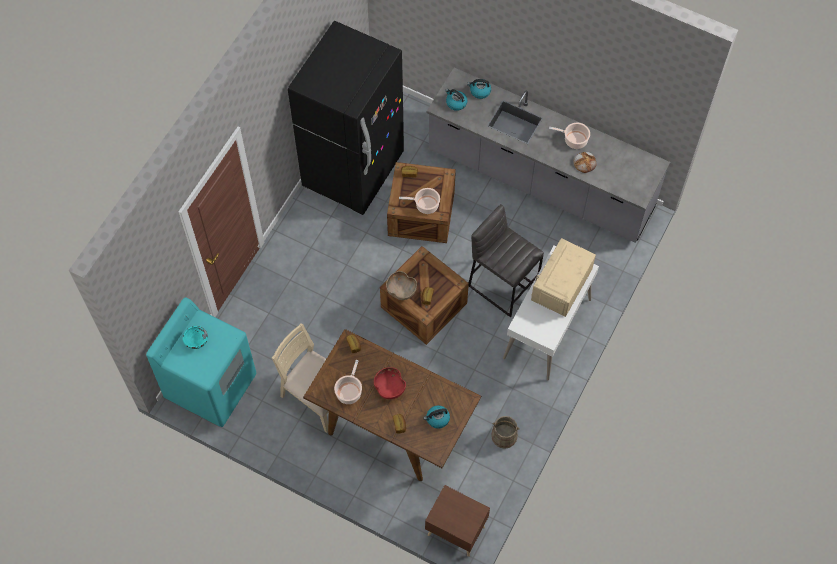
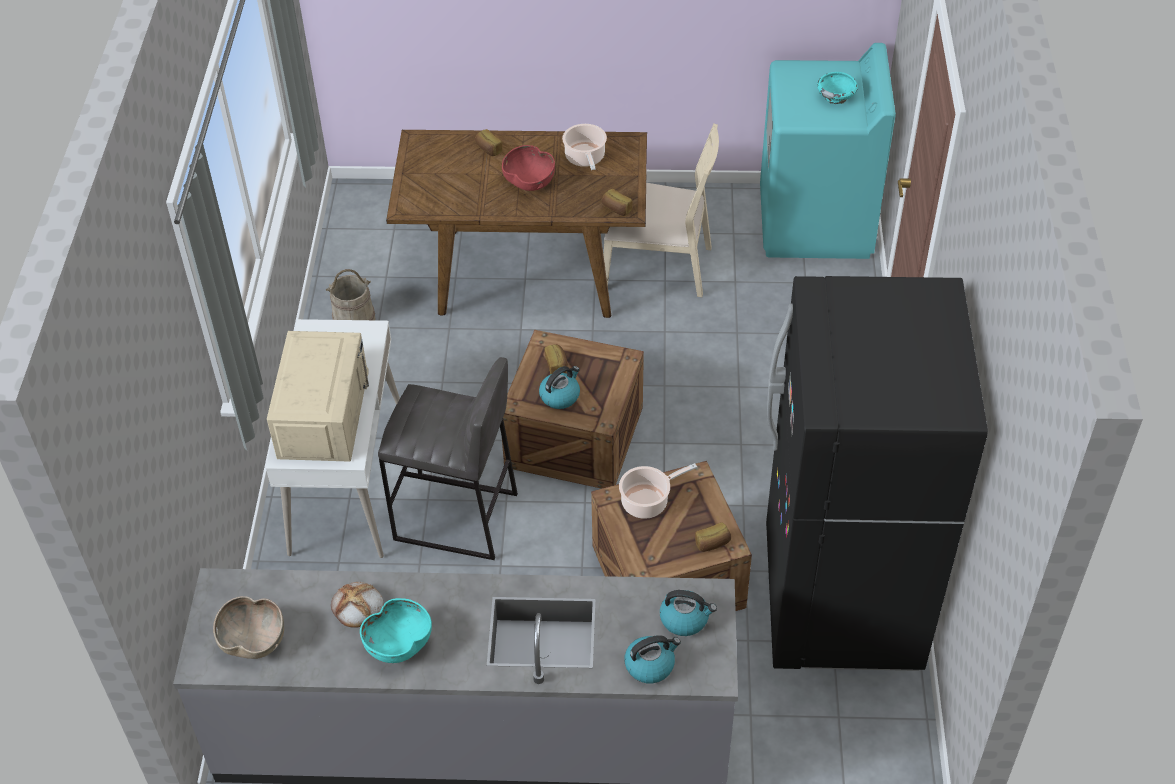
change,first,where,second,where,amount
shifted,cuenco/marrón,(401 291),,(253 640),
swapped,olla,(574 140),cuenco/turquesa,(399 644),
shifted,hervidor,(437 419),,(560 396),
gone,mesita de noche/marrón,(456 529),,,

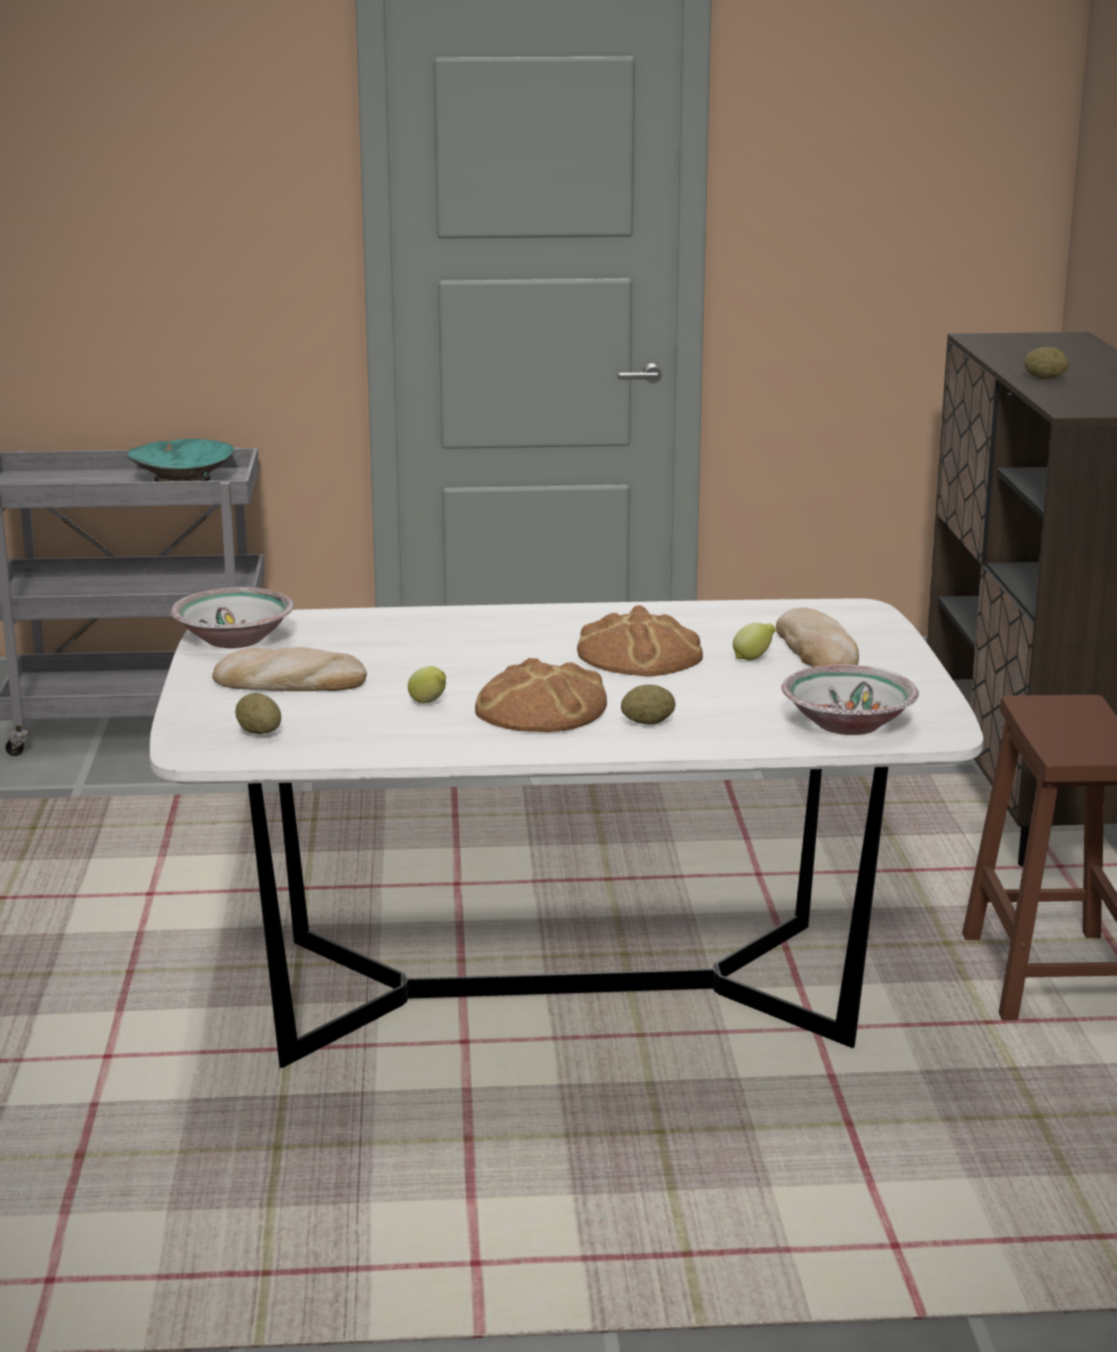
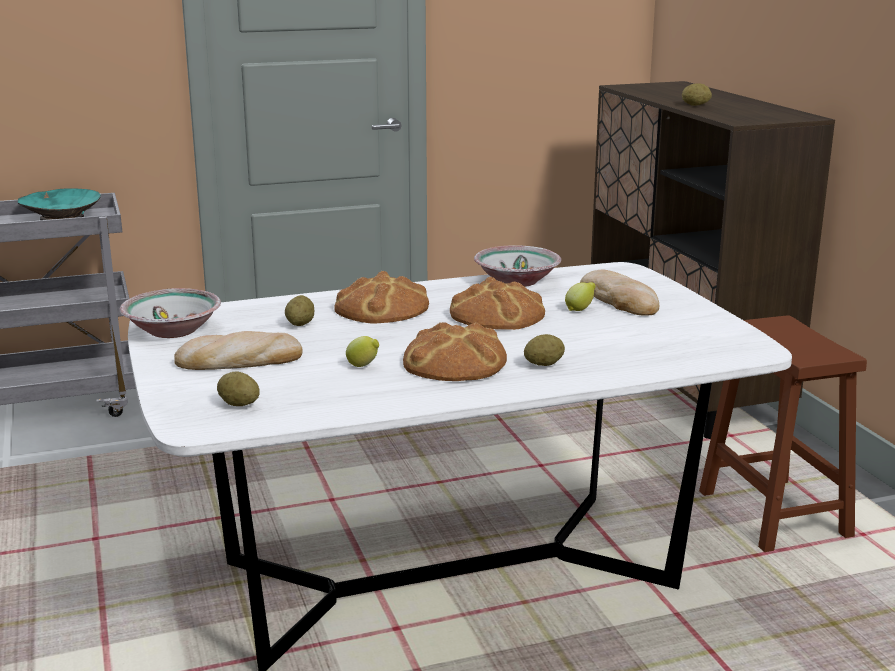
change,first,where,second,where,amount
new,,,patata,(300 324),
new,,,pan,(381 308),
shifted,cuenco,(847 724),,(516 281),

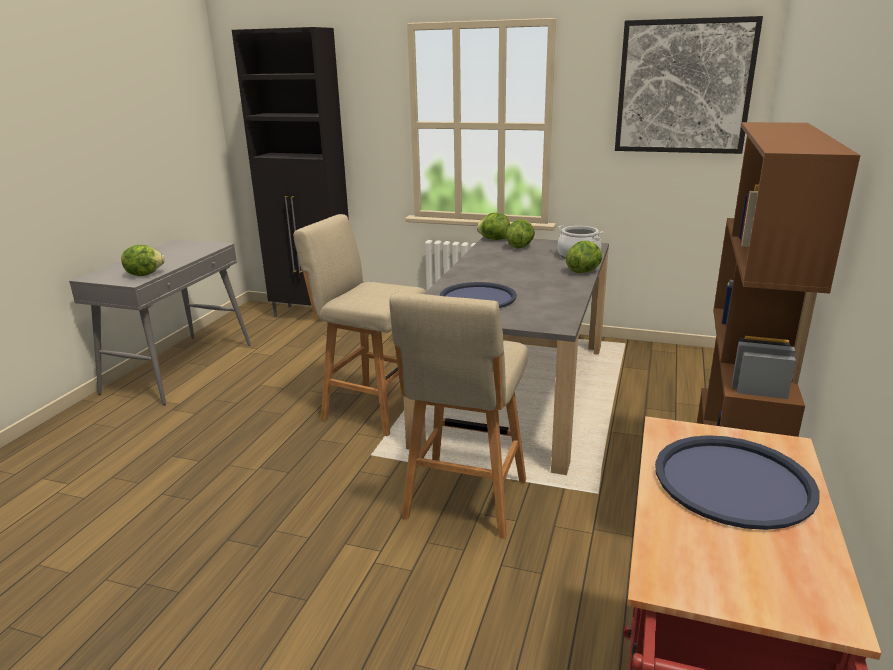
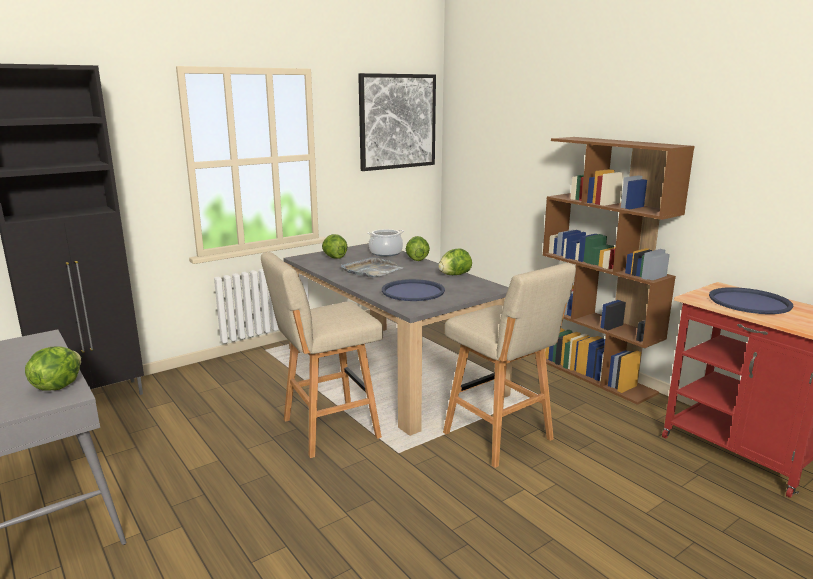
change,first,where,second,where,amount
new,,,bandeja/gris,(371 270),
shifted,lechuga,(494 239),,(454 275),

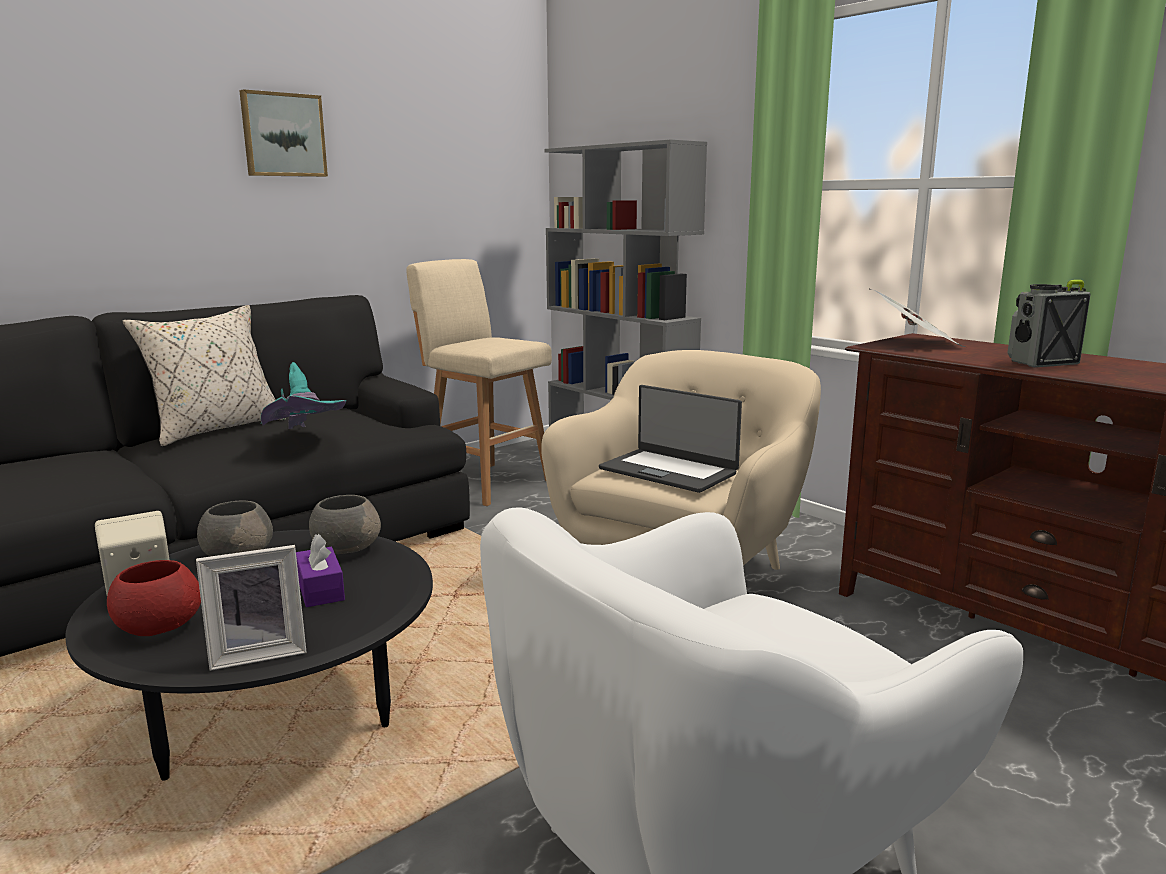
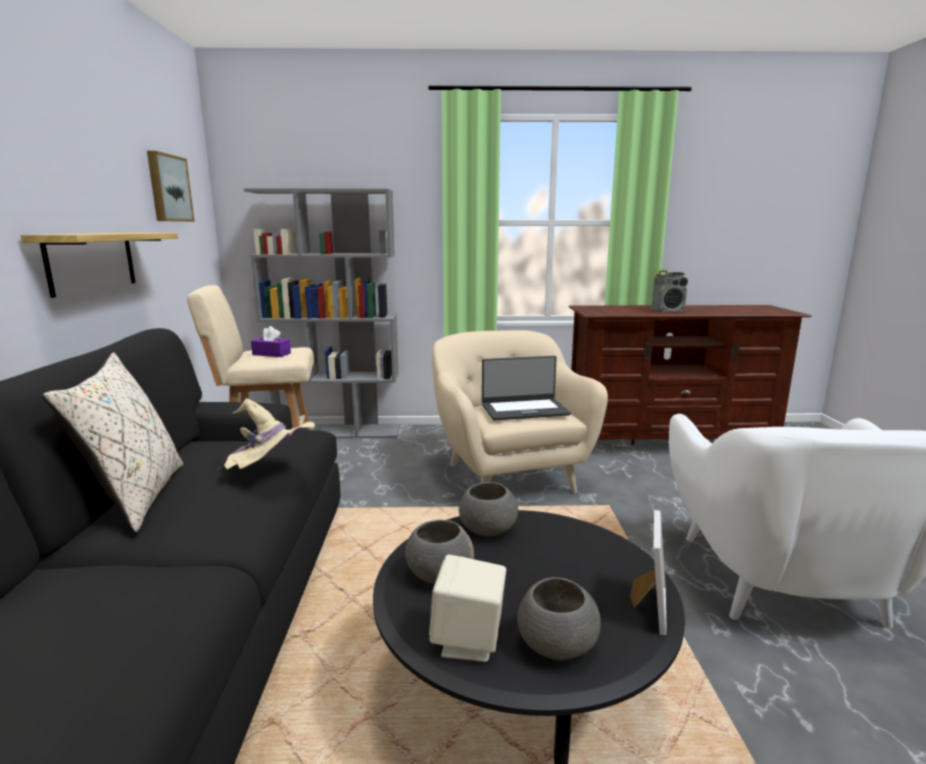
change,first,where,second,where,amount
new,,,estante,(92 261),
shifted,cuadro,(283 135),,(168 188),
repainted,sombrero/turquesa,(304 441),sombrero/beis,(270 472),
shifted,caja de pañuelos/morado,(320 589),,(271 354),
repainted,cuenco/rojo,(158 627),cuenco/gris,(555 645),
rotated,radio,(1041 363),,(668 311),120 degrees counterclockwise
gone,periódico,(915 343),,,

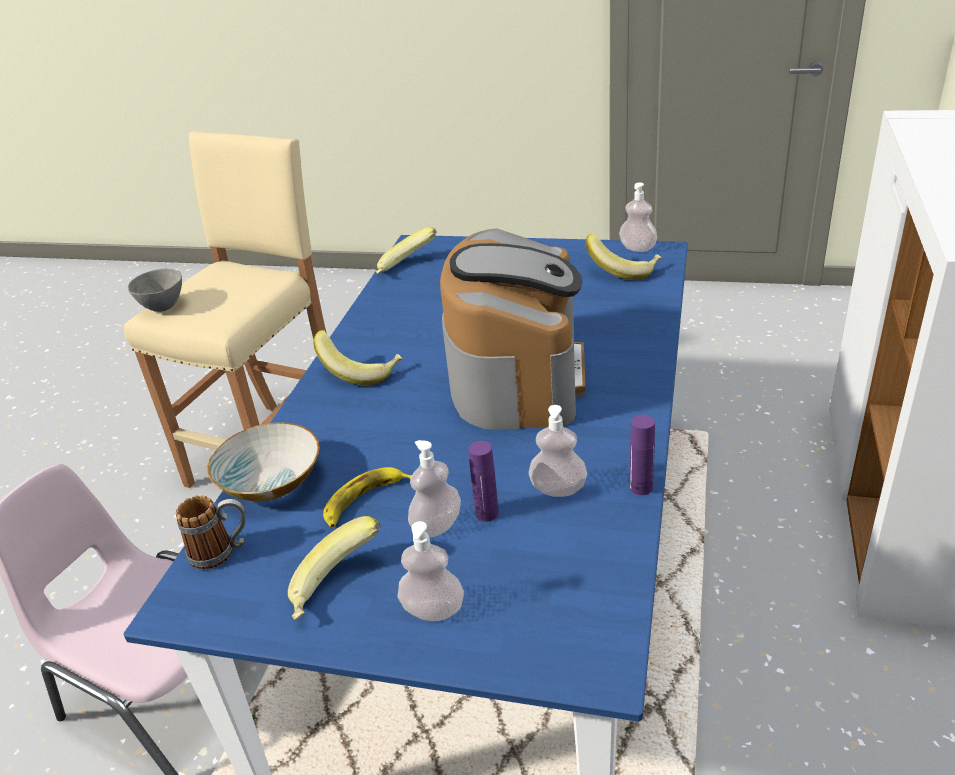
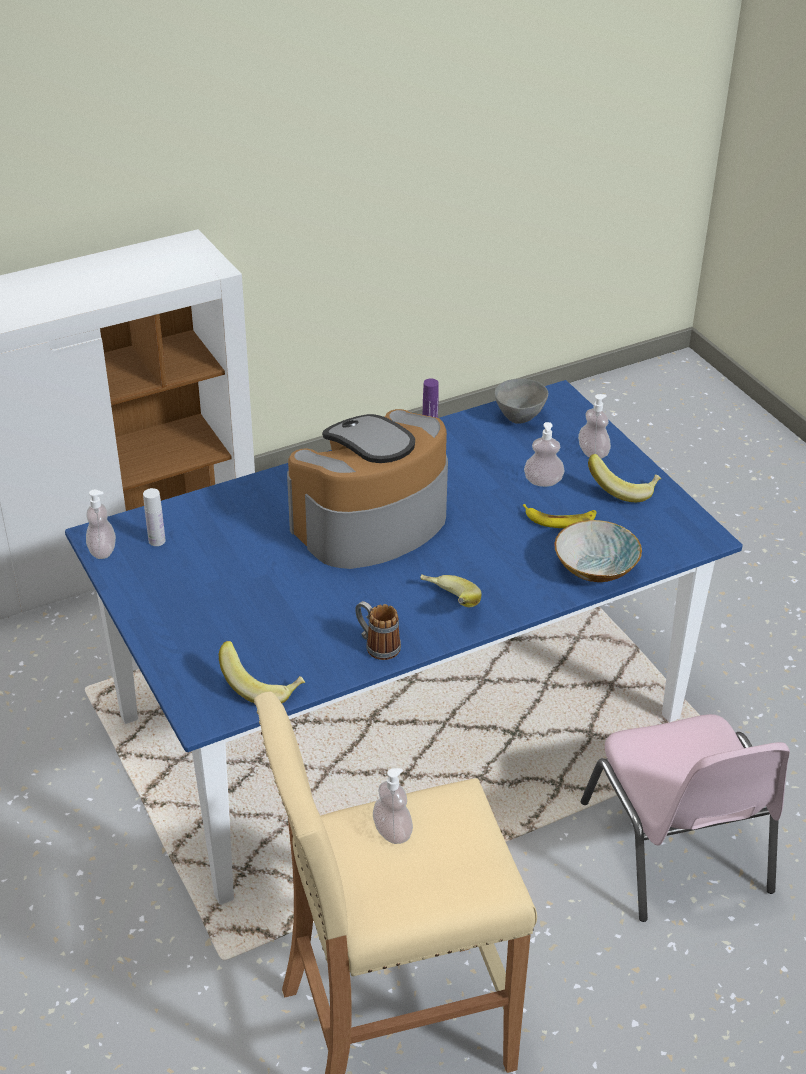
change,first,where,second,where,amount
swapped,plátano,(623 271),botella/blanco,(157 541),
shifted,taza grande,(222 552),,(377 645),
shifted,dispensador de jabón,(558 489),,(392 832),
shifted,cuenco/gris,(163 307),,(519 417),
gone,botella/morado,(487 513),,,

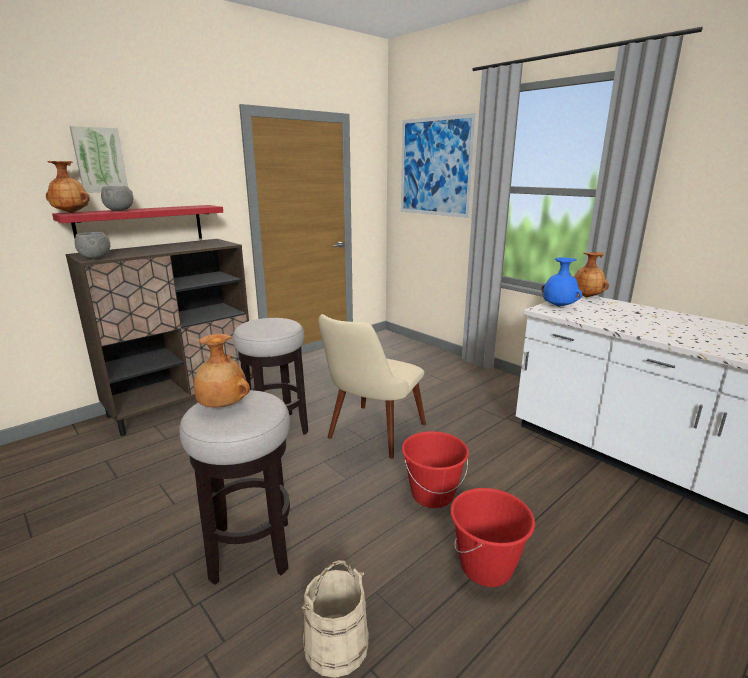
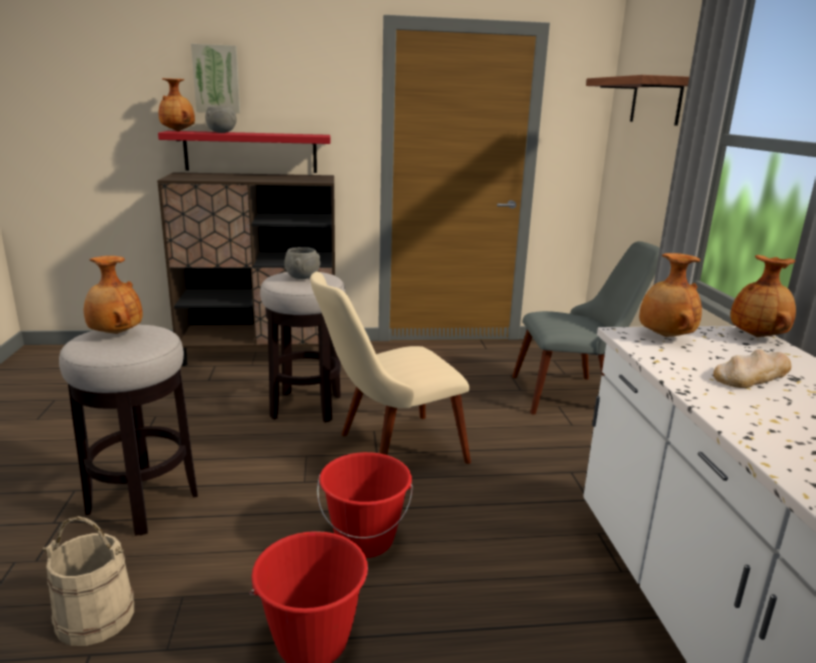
change,first,where,second,where,amount
shifted,cuenco/gris,(95 258),,(302 278),
new,,,silla/gris,(575 394),
swapped,cuadro,(435 167),estante,(656 101),
repainted,florero/azul,(558 306),florero/marrón,(664 336),
new,,,pan,(752 374),

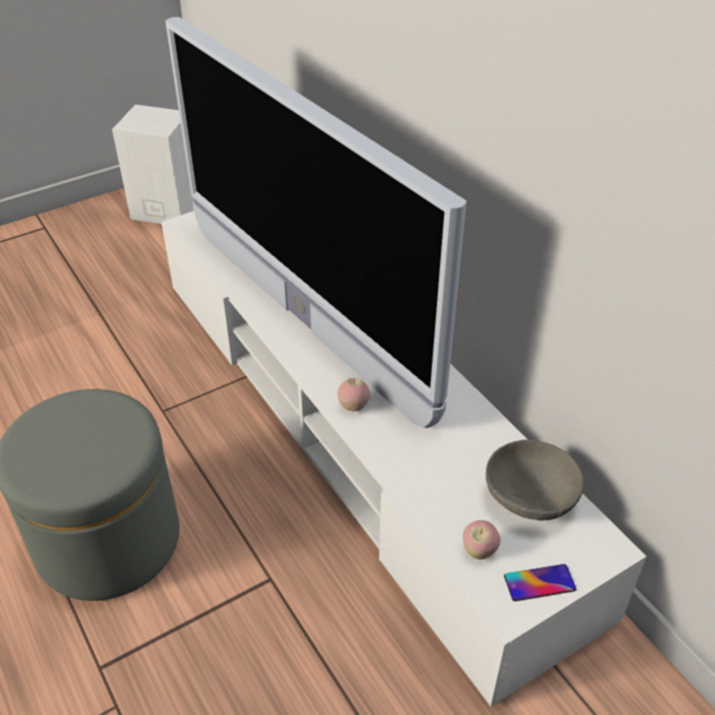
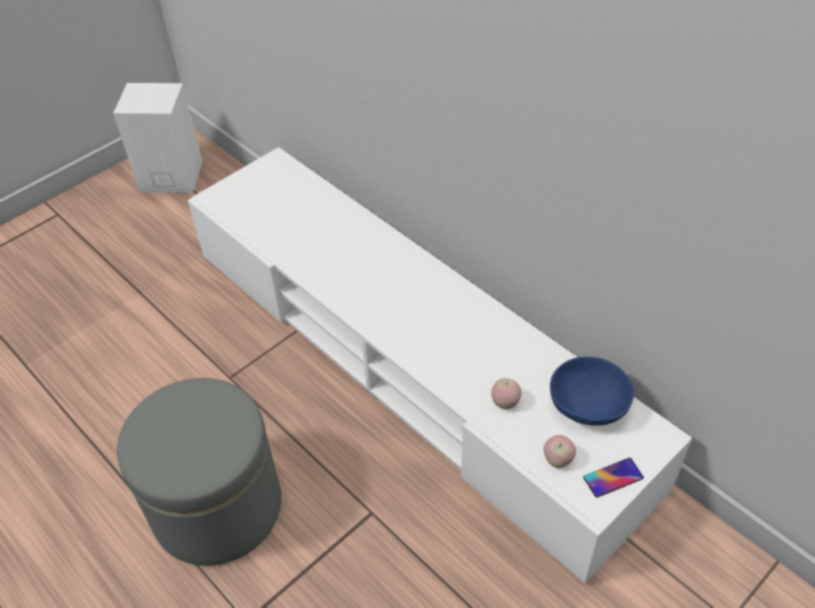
change,first,where,second,where,amount
shifted,manzana,(353 406),,(505 403),
repainted,cuenco/gris,(530 500),cuenco/azul,(588 407),
gone,televisor,(305 320),,,

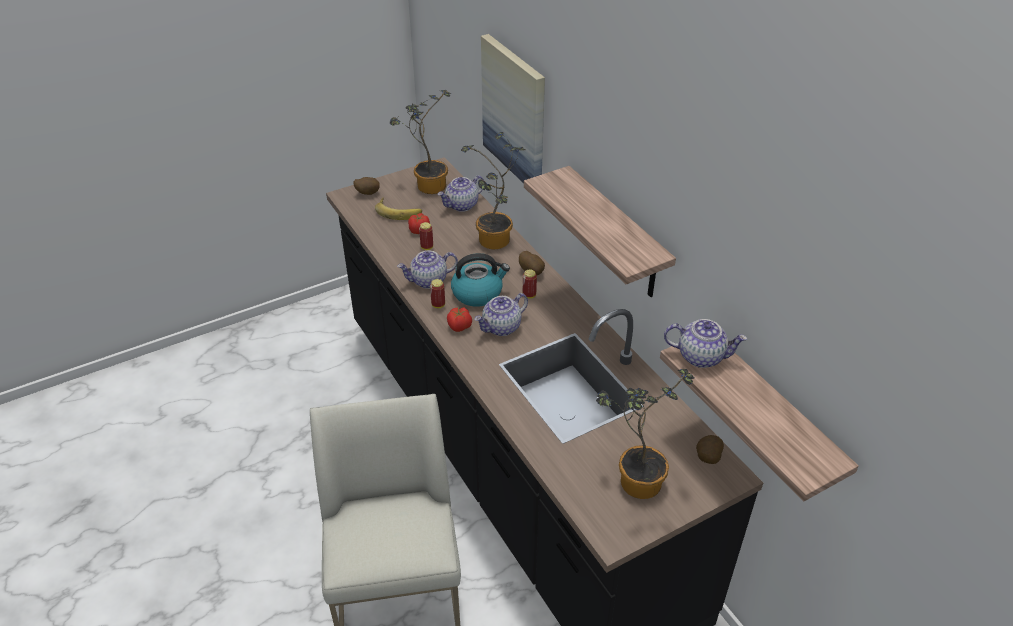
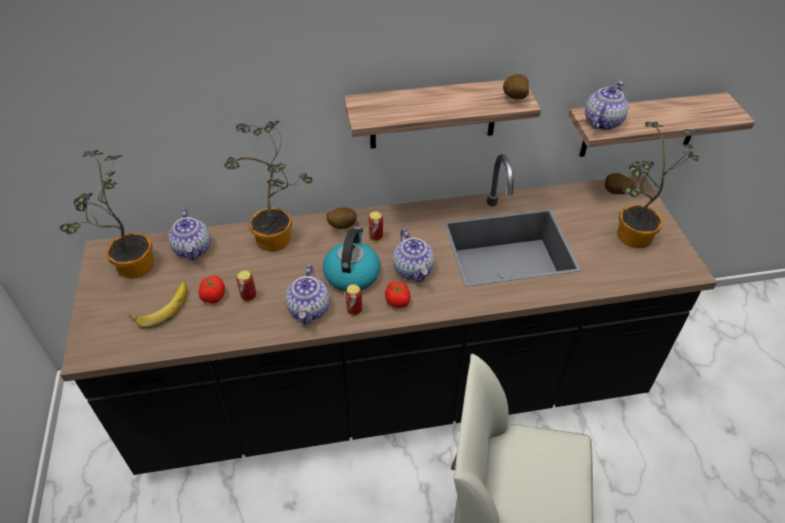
change,first,where,second,where,amount
shifted,patata,(367 193),,(514 99),
gone,cuadro,(515 112),,,

